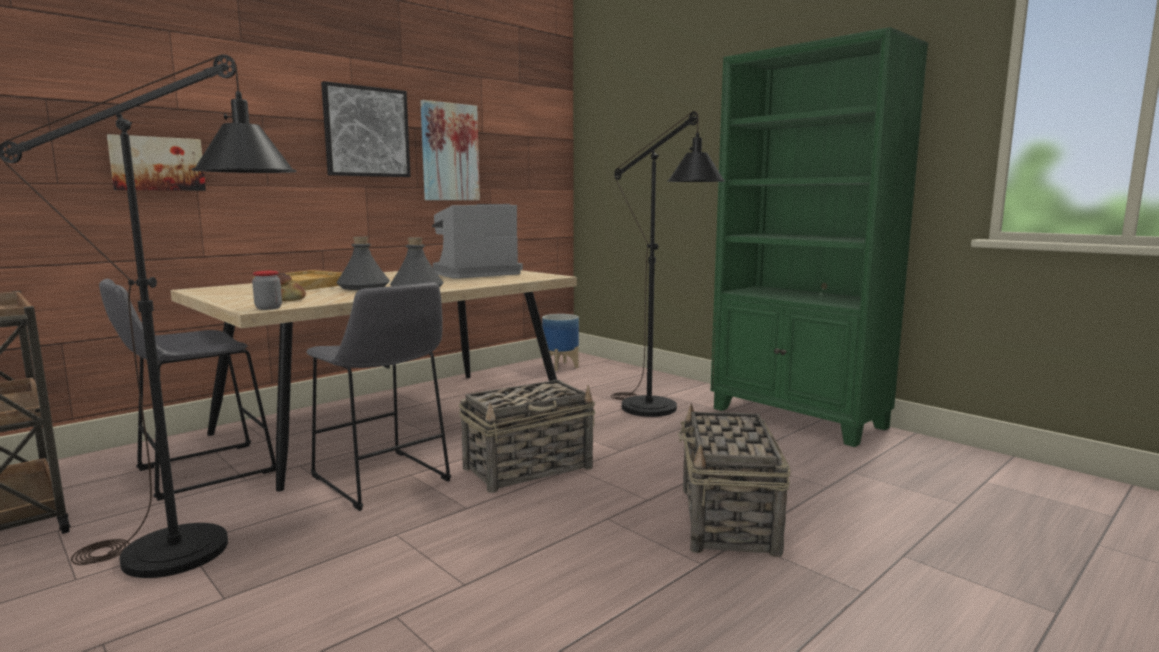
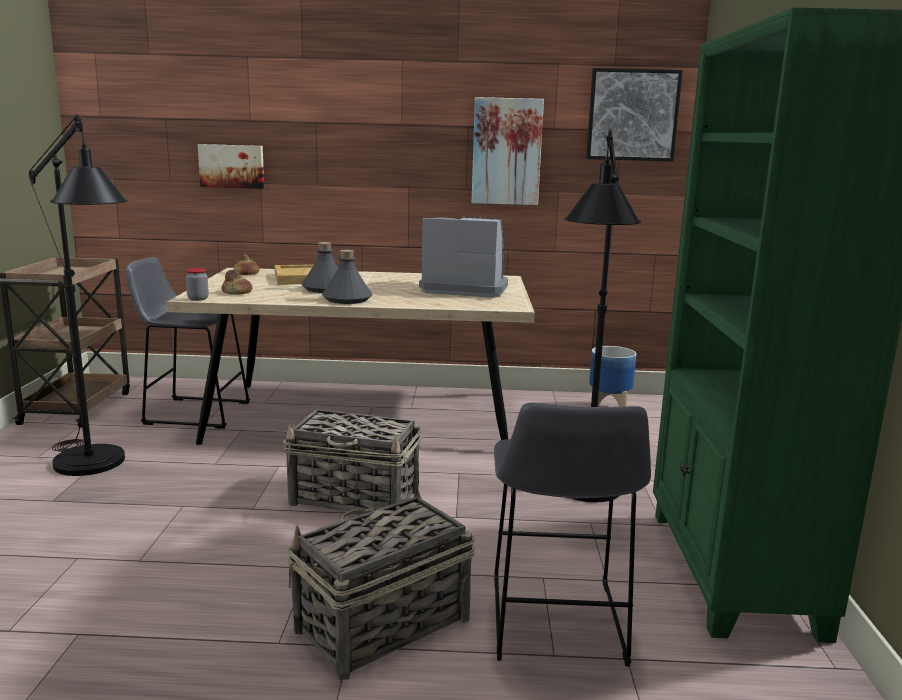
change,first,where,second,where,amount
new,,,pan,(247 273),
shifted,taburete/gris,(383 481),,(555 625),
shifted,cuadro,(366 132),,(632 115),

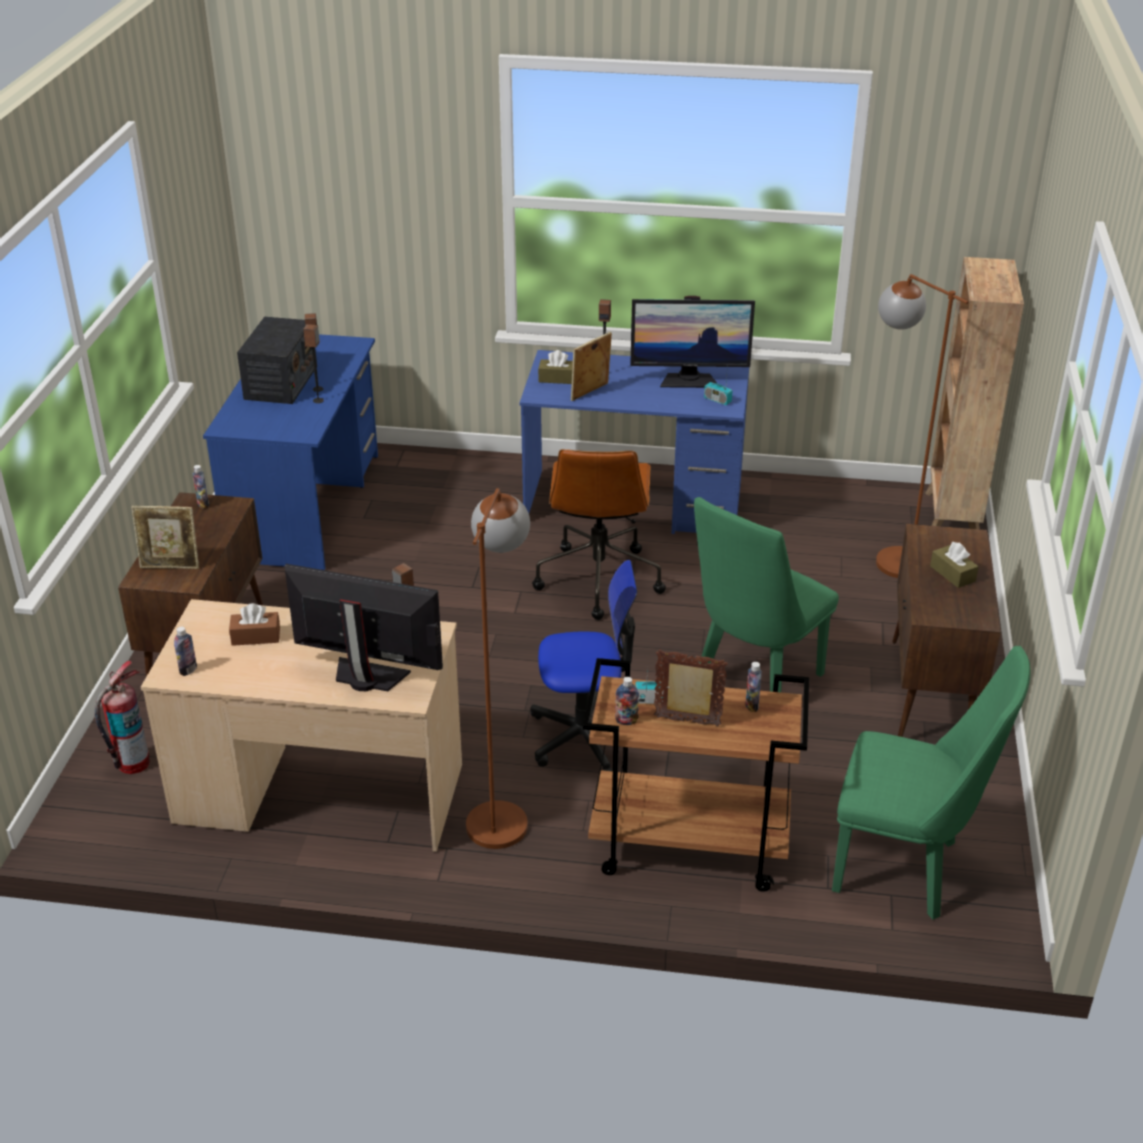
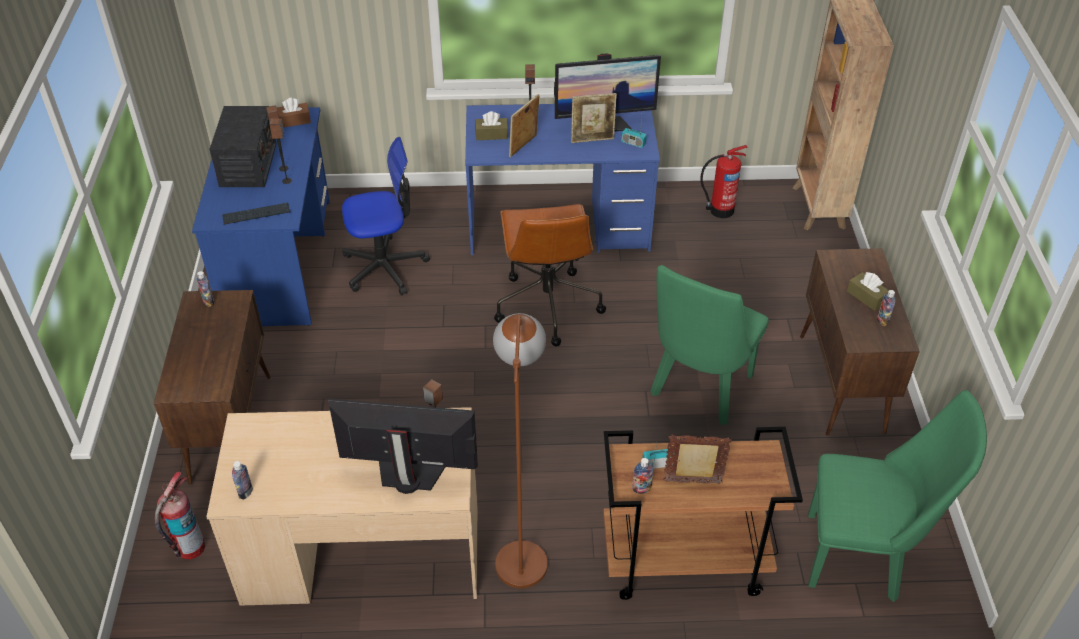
change,first,where,second,where,amount
new,,,teclado,(256 214),
shifted,caja de pañuelos/marrón,(256 636),,(294 121),
shifted,silla de oficina,(586 737),,(385 267),
shifted,portarretratos,(171 566),,(592 139),
new,,,extintor,(719 210),
shifted,botella,(751 705),,(882 321),
gone,lámpara de pie/marrón,(887 556),,,

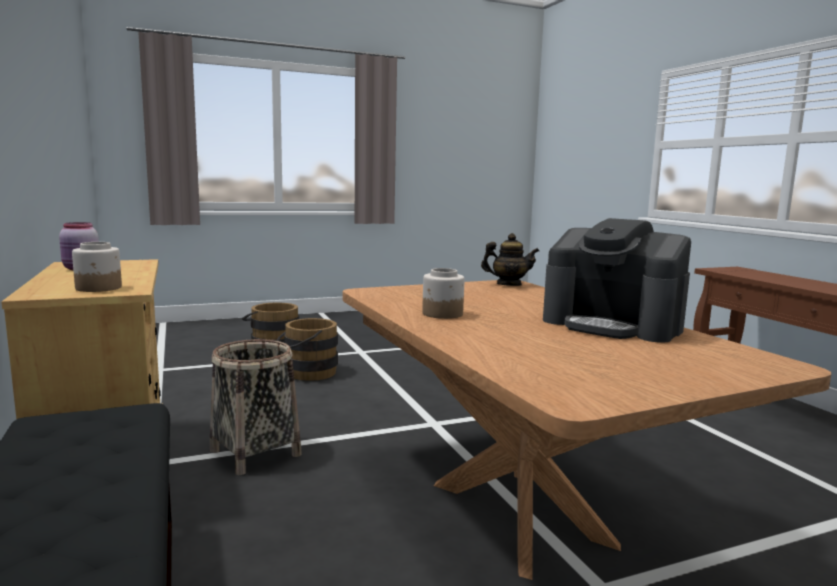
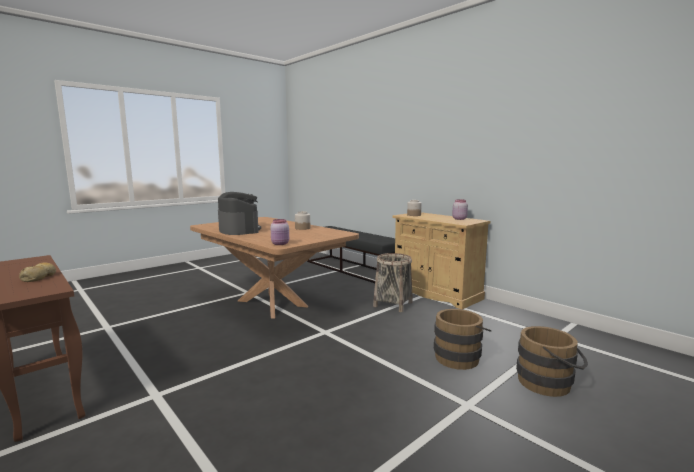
change,first,where,second,where,amount
new,,,pan,(39 277),
rotated,cafetera,(613 325),,(239 230),45 degrees clockwise
swapped,tetera,(508 284),tarro/rosa,(280 244),

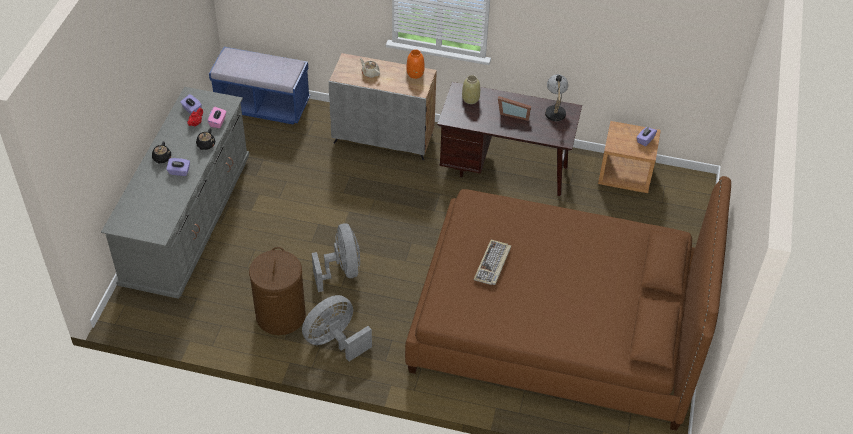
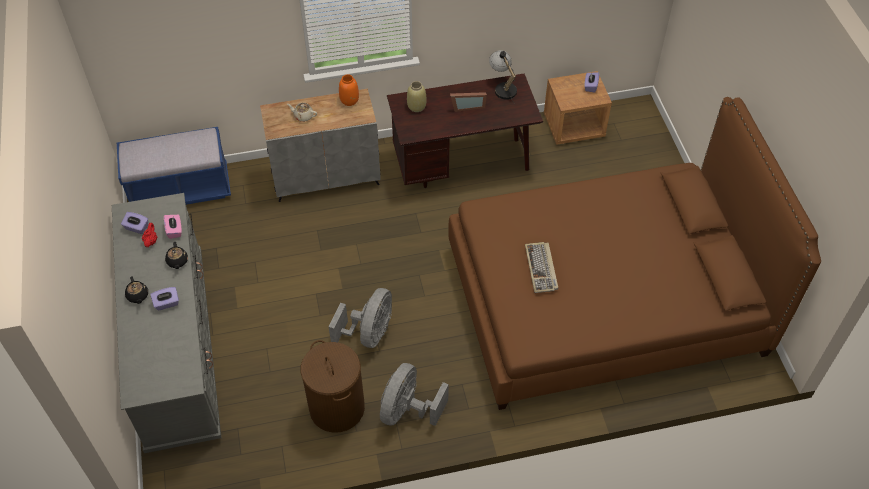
change,first,where,second,where,amount
rotated,ventilador/gris,(341 271),,(369 333),60 degrees clockwise

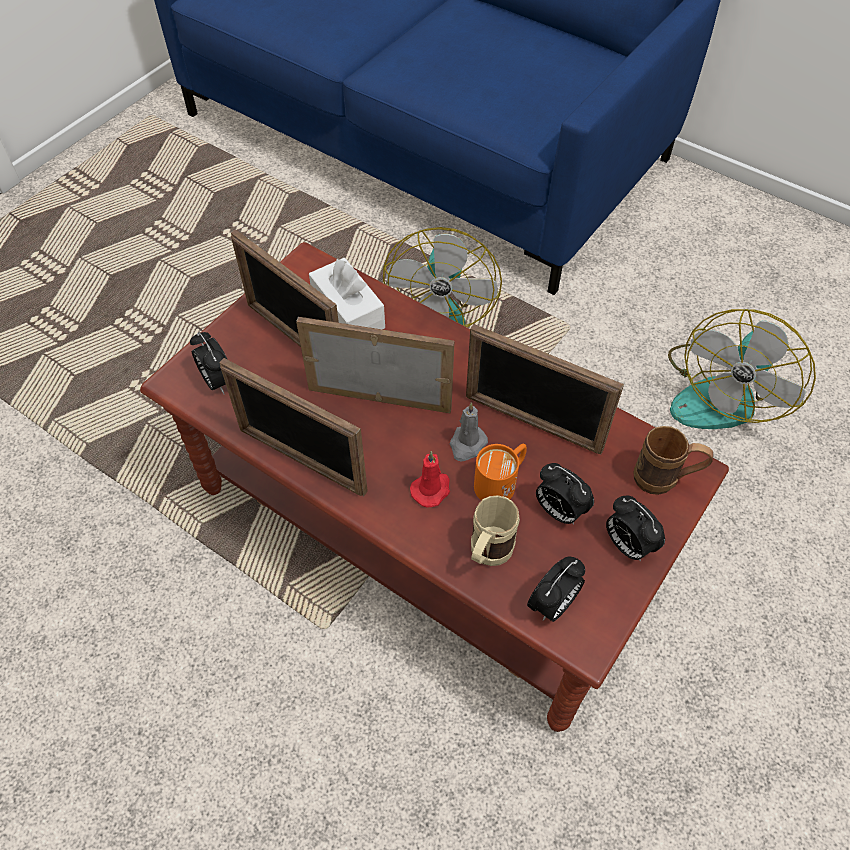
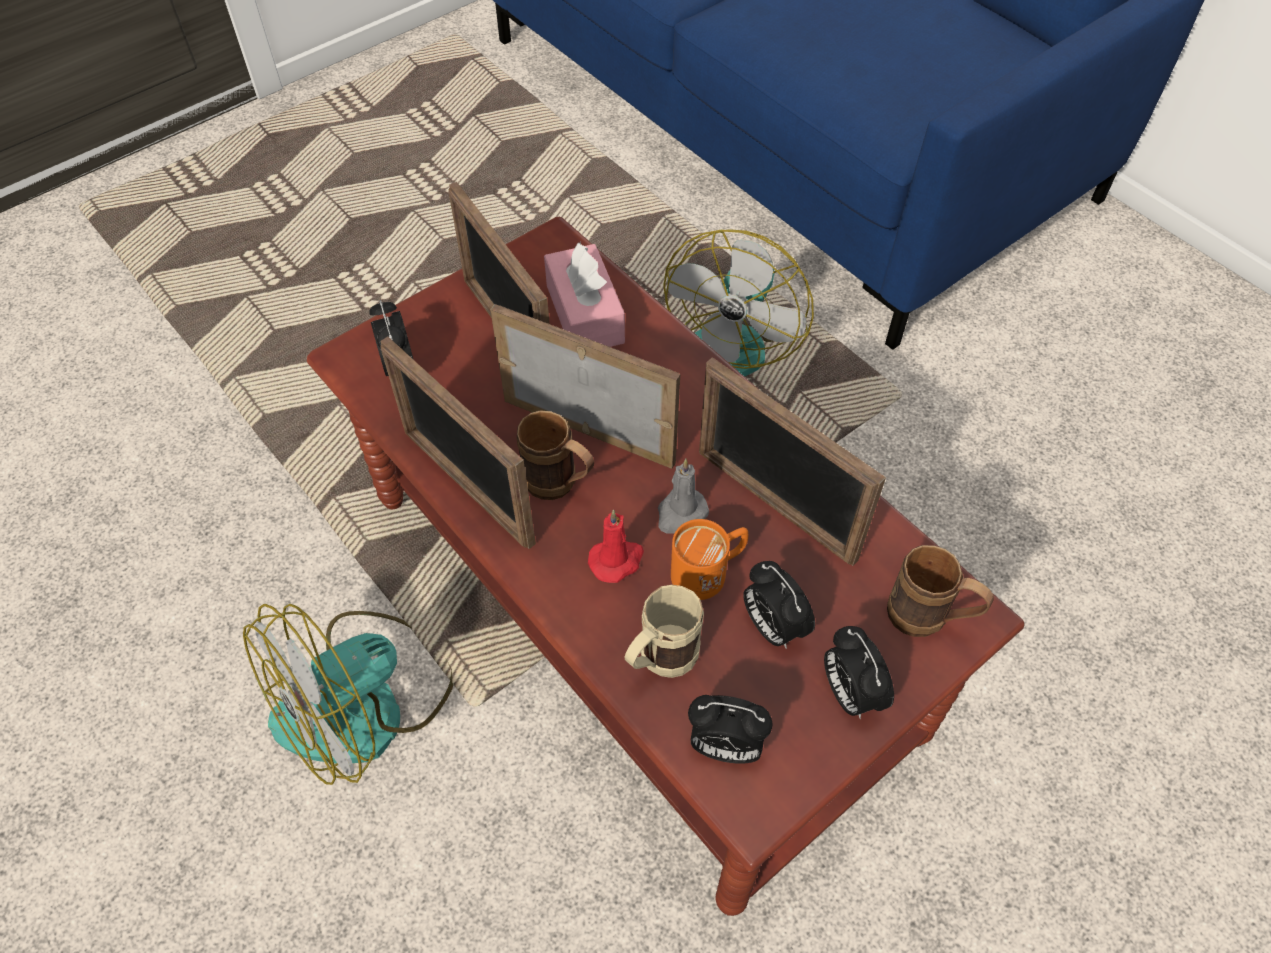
change,first,where,second,where,amount
shifted,ventilador,(722 393),,(365 703),
new,,,taza grande/marrón,(560 486),
repainted,caja de pañuelos/blanco,(348 312),caja de pañuelos/rosa,(585 314),
rotated,despertador,(552 605),,(724 746),45 degrees clockwise

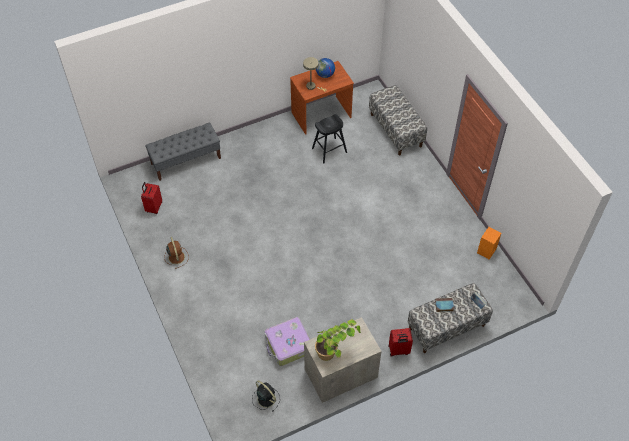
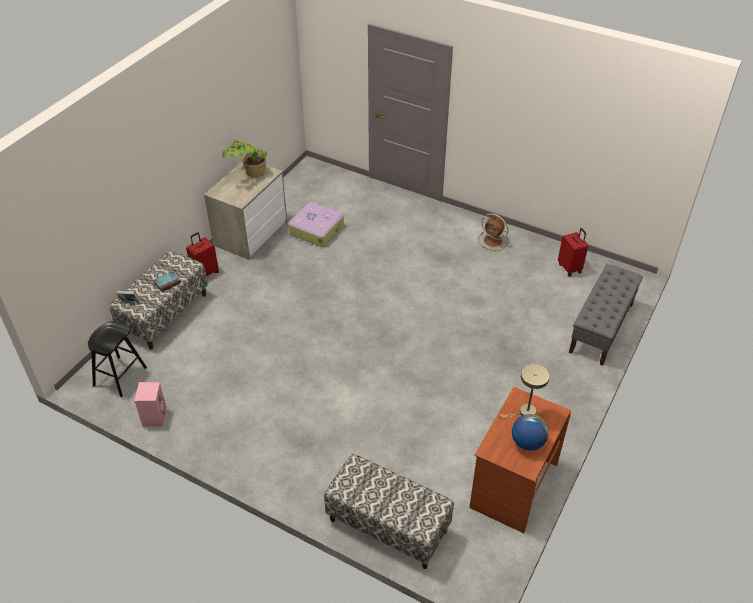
change,first,where,second,where,amount
shifted,taburete/negro,(329 150),,(120 376),
repainted,altavoz/naranja,(486 251),altavoz/rosa,(154 416),
gone,ventilador/negro,(266 398),,,

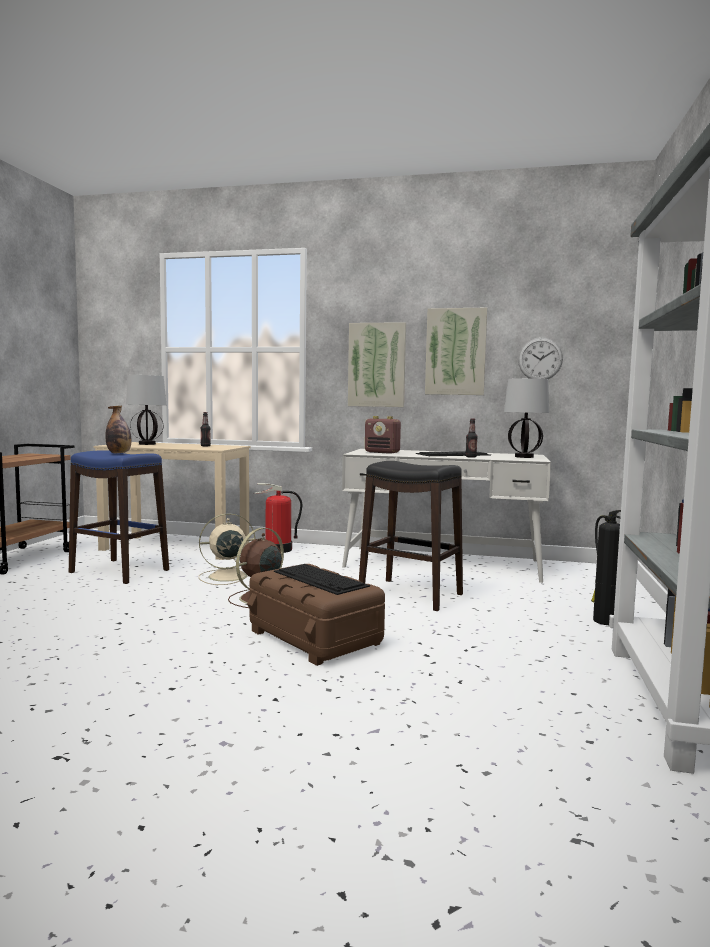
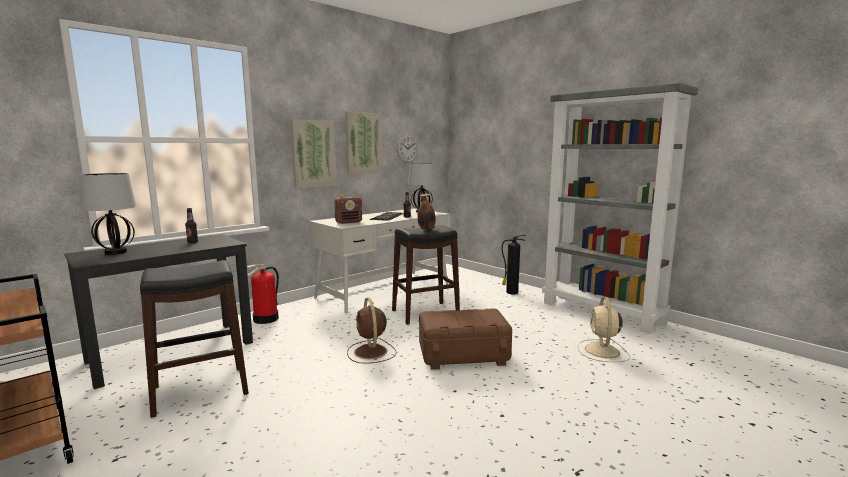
change,first,where,second,where,amount
repainted,escritorio/beis,(176 547),escritorio/negro,(173 351),
repainted,taburete/azul,(119 571),taburete/negro,(199 391),
shifted,botella,(119 453),,(426 229),
shifted,ventilador/beis,(225 576),,(602 351),
gone,teclado,(321 579),,,

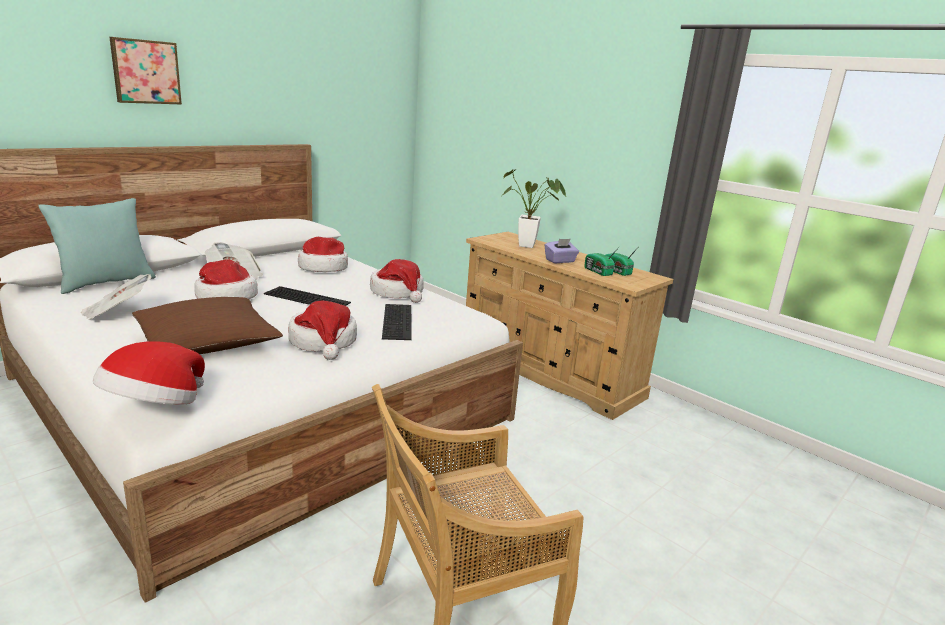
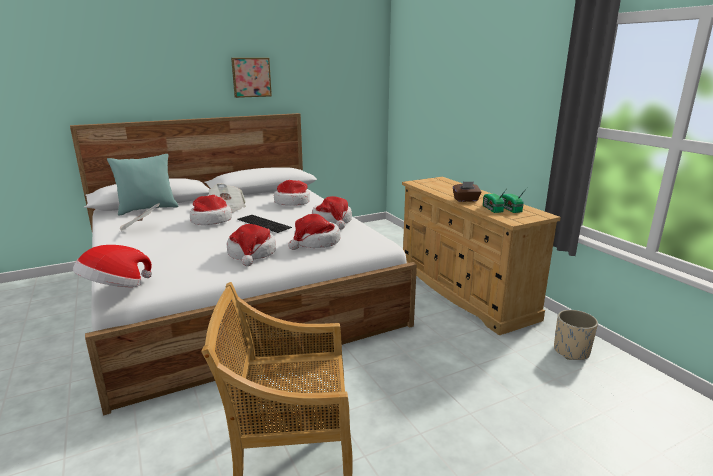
change,first,where,second,where,amount
shifted,cuadro,(145 71),,(251 77),
swapped,teclado,(399 322),sombrero,(316 242),
repainted,caja de pañuelos/morado,(560 261),caja de pañuelos/marrón,(466 200),
new,,,maceta/beis,(571 351),
gone,cojín/marrón,(208 343),,,
gone,planta en maceta,(531 246),,,

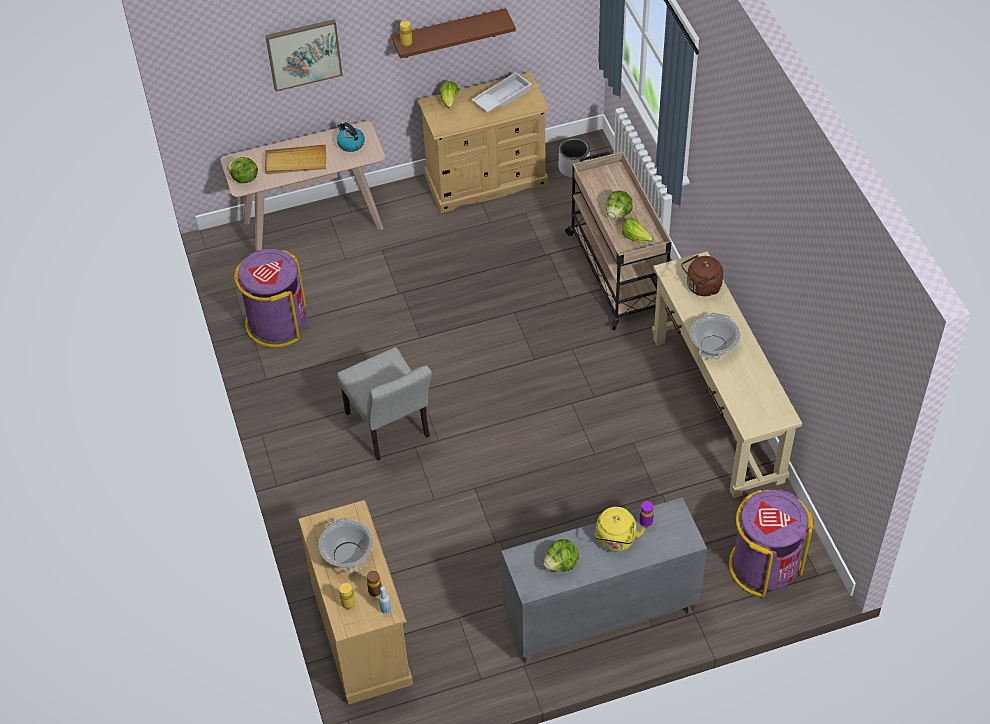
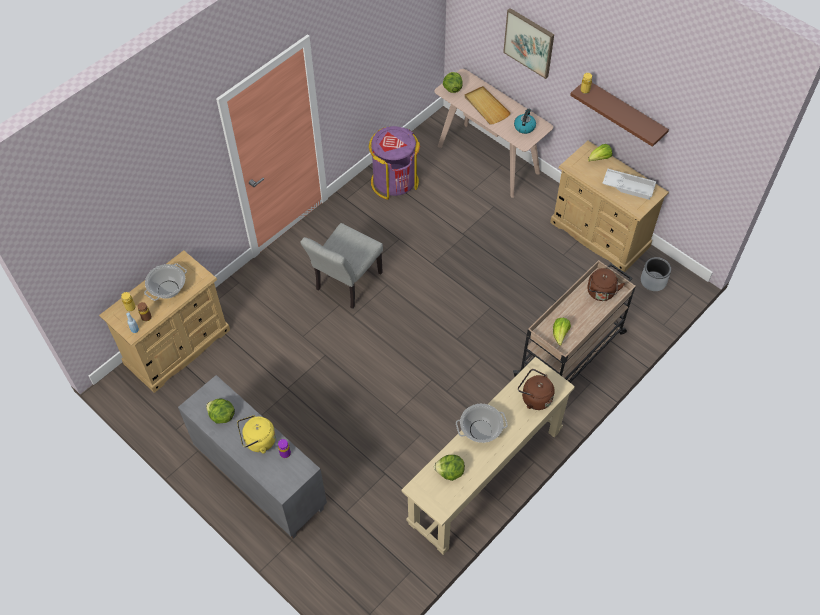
change,first,where,second,where,amount
shifted,lechuga,(618 213),,(450 472),
new,,,hervidor/marrón,(601 293),
gone,papelera/morado,(764 565),,,

